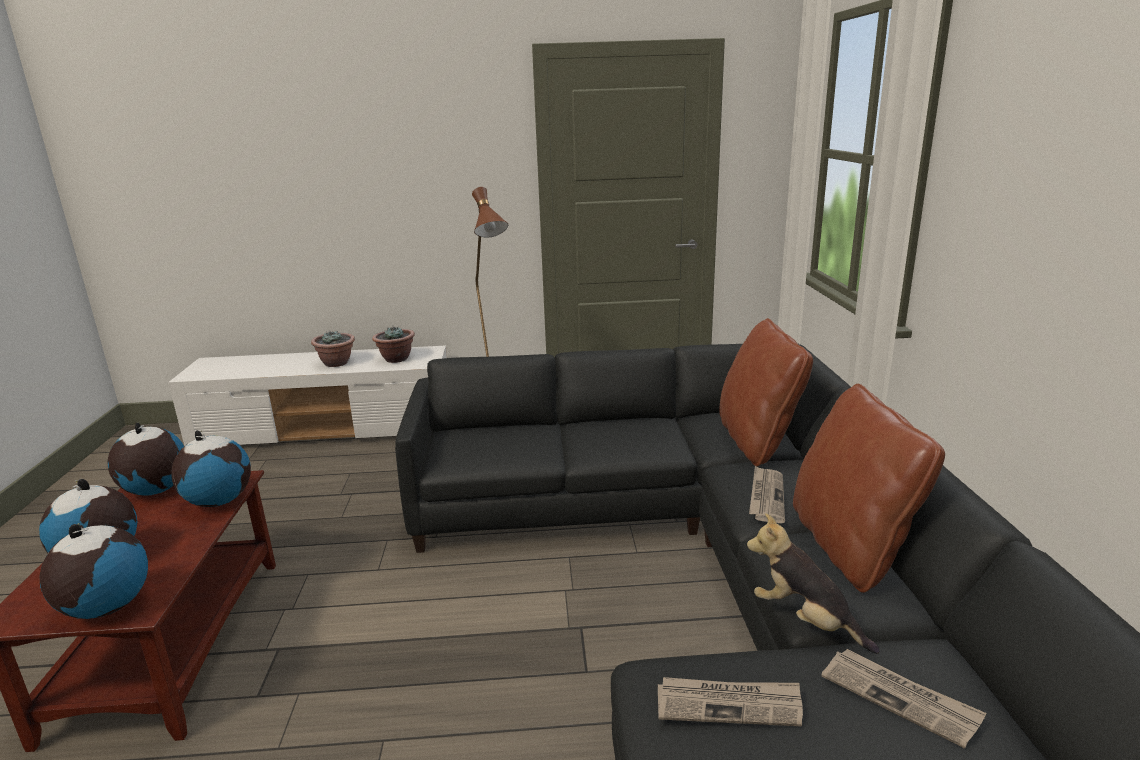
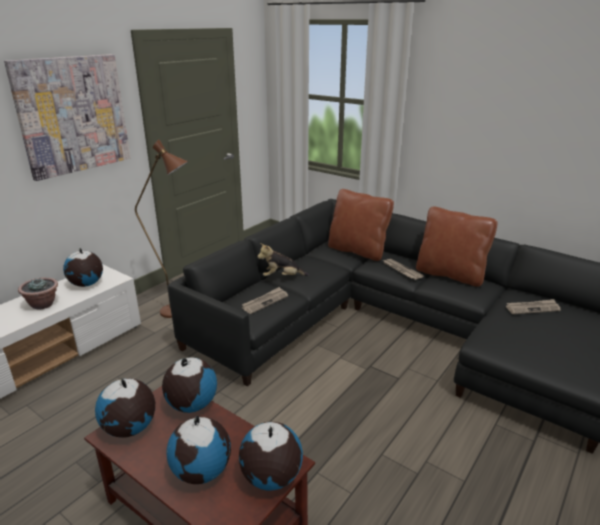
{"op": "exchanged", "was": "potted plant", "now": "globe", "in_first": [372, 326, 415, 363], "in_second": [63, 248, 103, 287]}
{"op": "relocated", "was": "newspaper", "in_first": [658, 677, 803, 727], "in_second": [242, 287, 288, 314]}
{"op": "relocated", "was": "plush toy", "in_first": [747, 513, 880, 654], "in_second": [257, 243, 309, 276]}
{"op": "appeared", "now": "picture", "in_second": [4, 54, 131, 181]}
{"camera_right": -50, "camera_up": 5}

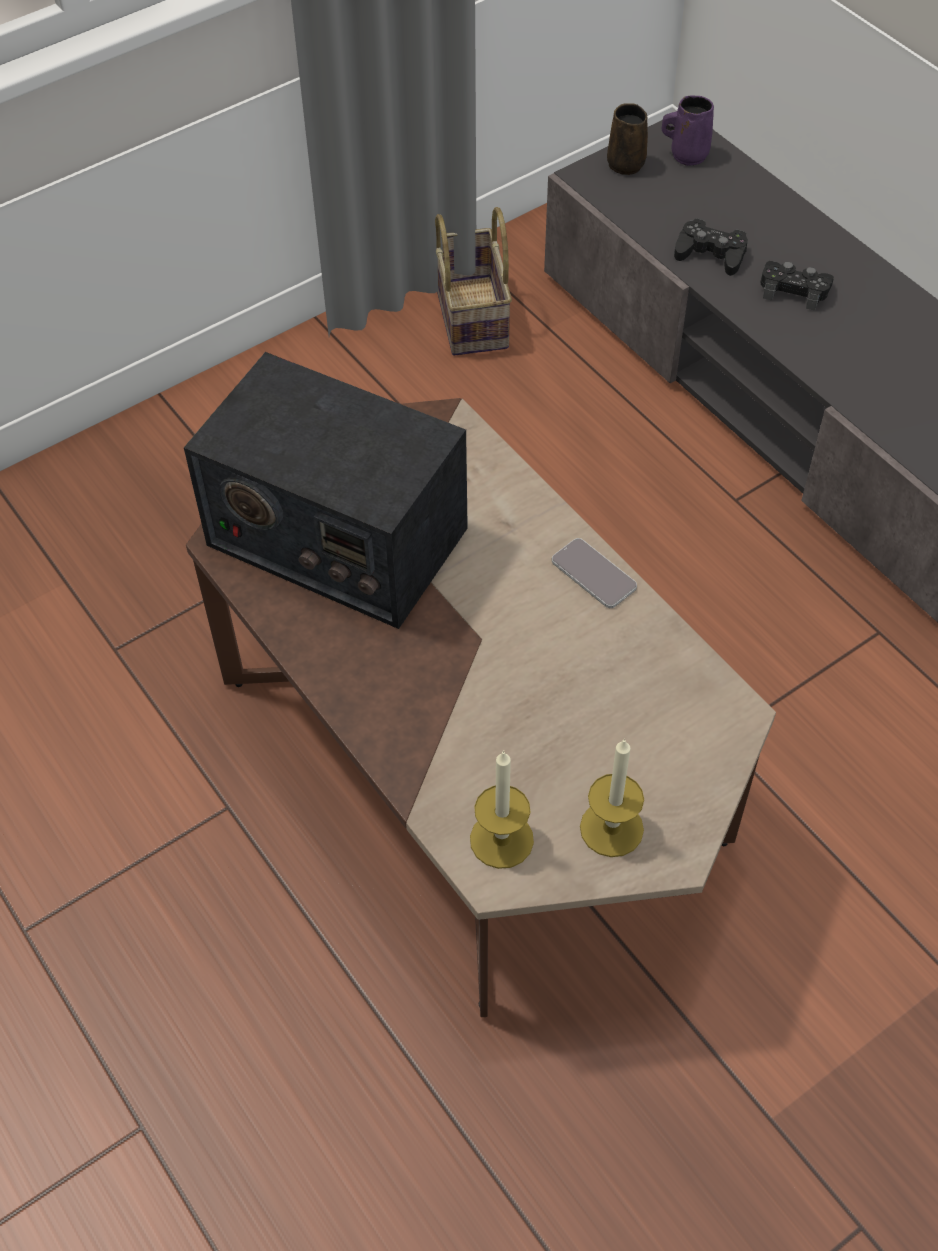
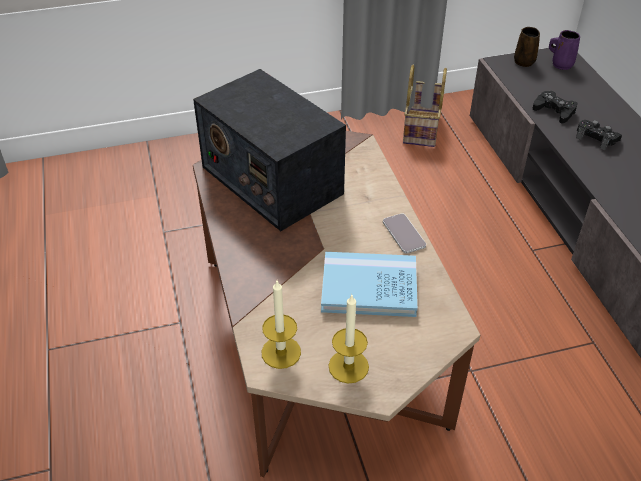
{"op": "appeared", "now": "blue book", "in_second": [321, 252, 418, 317]}
{"camera_right": 20, "camera_up": -10}

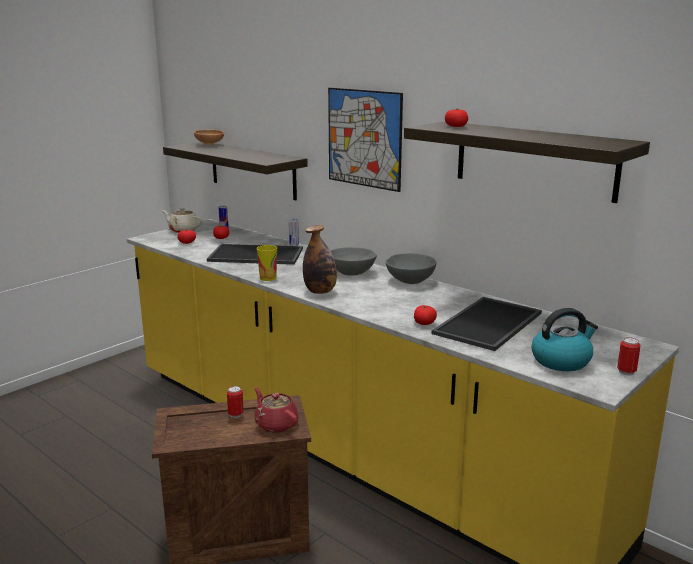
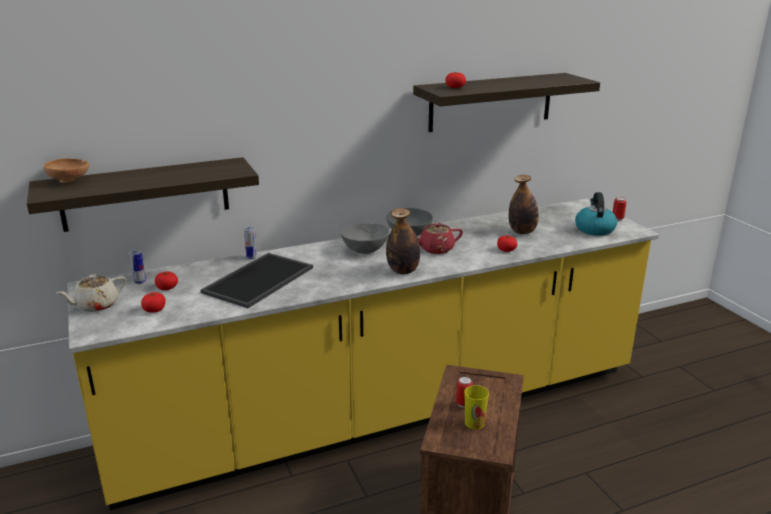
{"op": "relocated", "was": "red teapot", "in_first": [254, 387, 298, 433], "in_second": [414, 223, 463, 254]}
{"op": "relocated", "was": "cup", "in_first": [257, 245, 277, 281], "in_second": [464, 385, 489, 430]}
{"op": "missing", "was": "picture", "in_first": [328, 88, 403, 192]}
{"op": "exchanged", "was": "tray", "now": "bottle", "in_first": [432, 297, 542, 351], "in_second": [509, 175, 539, 234]}
{"camera_right": -65, "camera_up": 5}

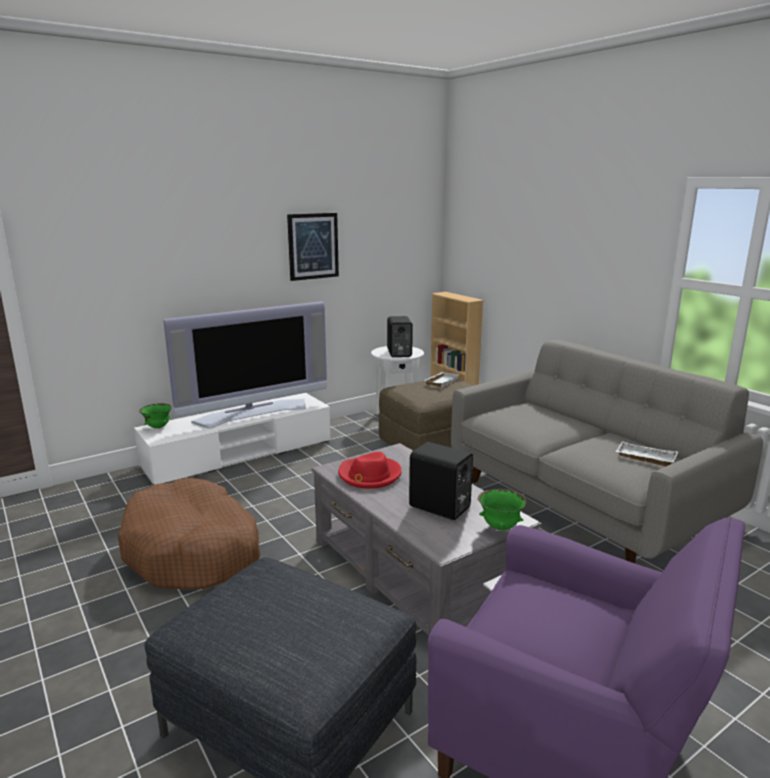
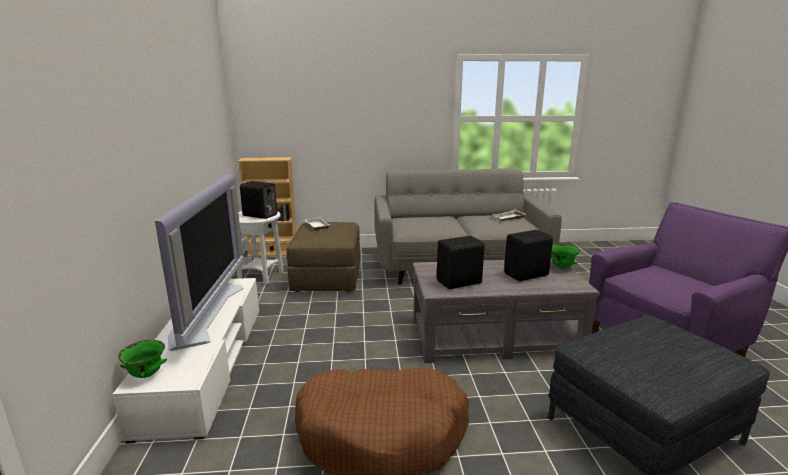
{"op": "missing", "was": "picture", "in_first": [287, 213, 339, 281]}
{"op": "exchanged", "was": "red hat", "now": "black speaker", "in_first": [338, 452, 402, 489], "in_second": [437, 236, 484, 289]}
{"camera_right": -60, "camera_up": 0}

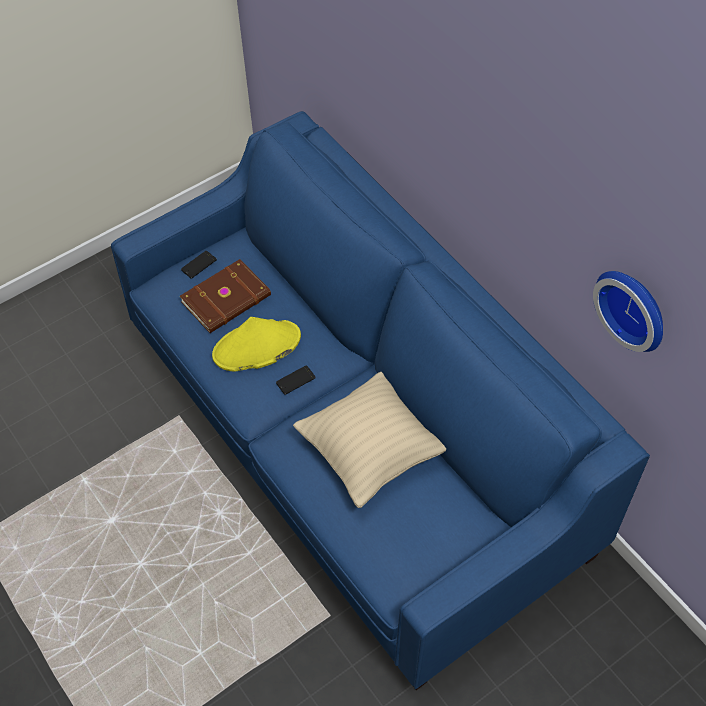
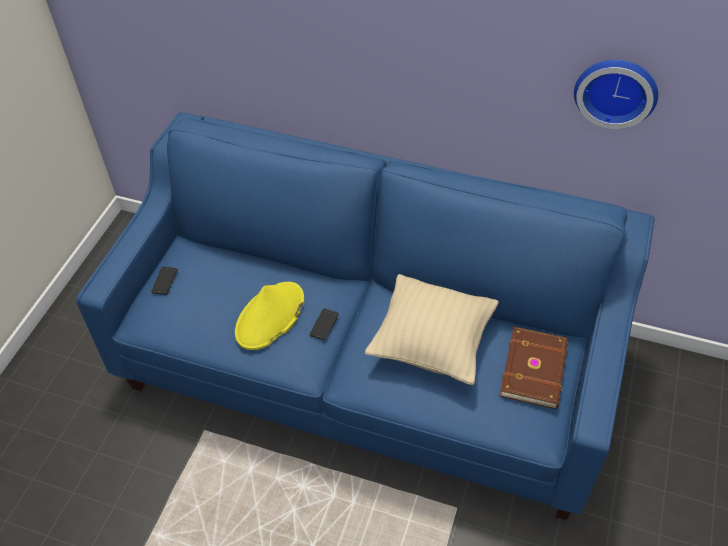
{"op": "relocated", "was": "brown book", "in_first": [180, 259, 271, 333], "in_second": [500, 327, 568, 409]}
{"camera_right": -35, "camera_up": -5}

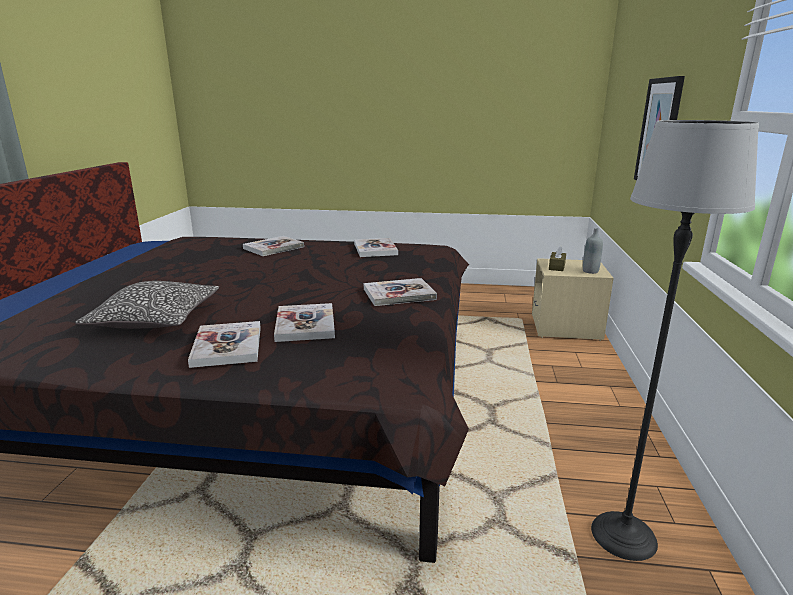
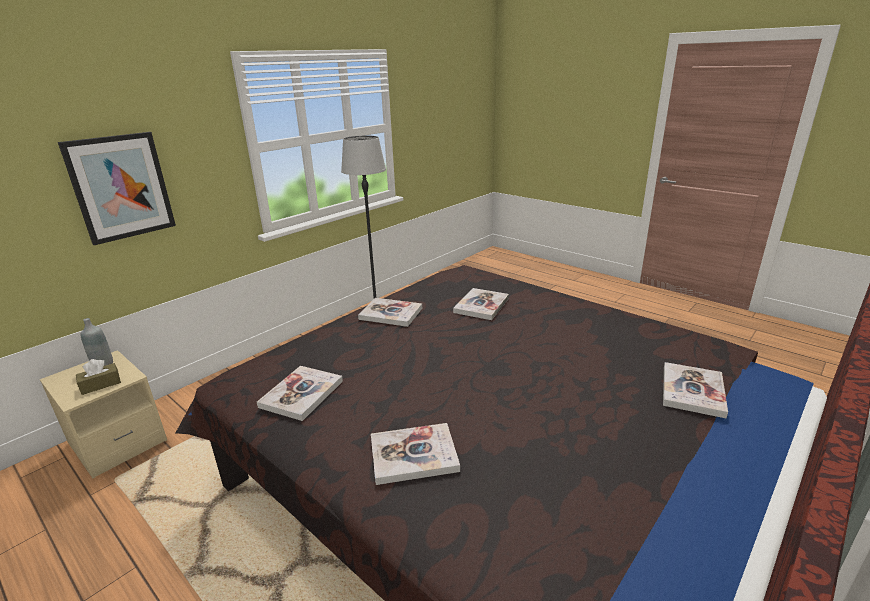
{"op": "missing", "was": "pillow", "in_first": [75, 281, 219, 329]}
{"op": "relocated", "was": "book", "in_first": [188, 321, 261, 368], "in_second": [663, 362, 728, 418]}
{"camera_right": -145, "camera_up": 5}

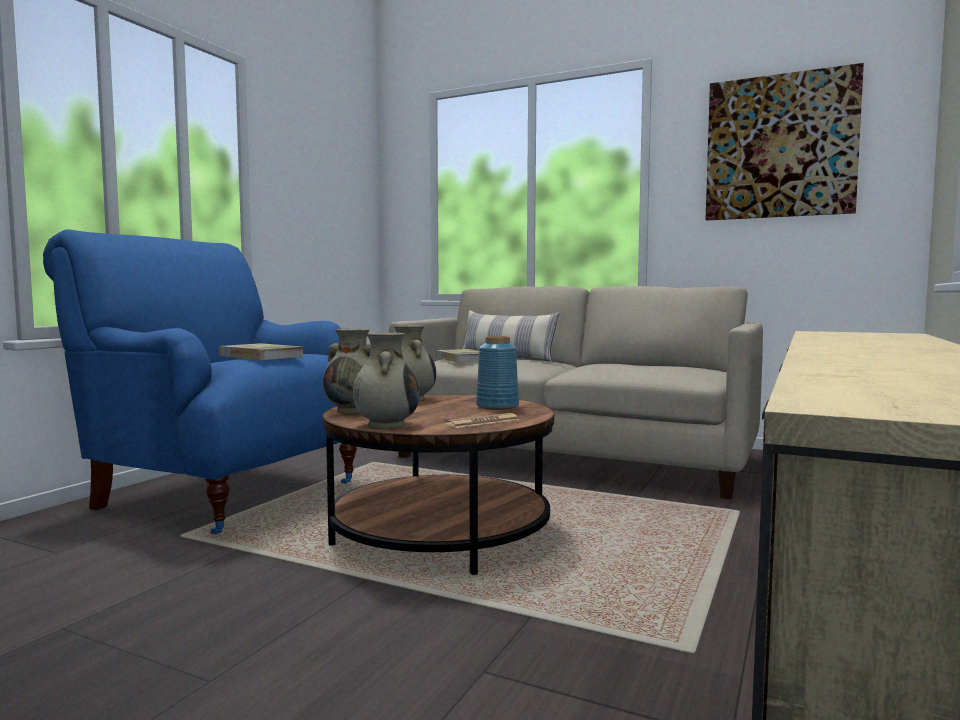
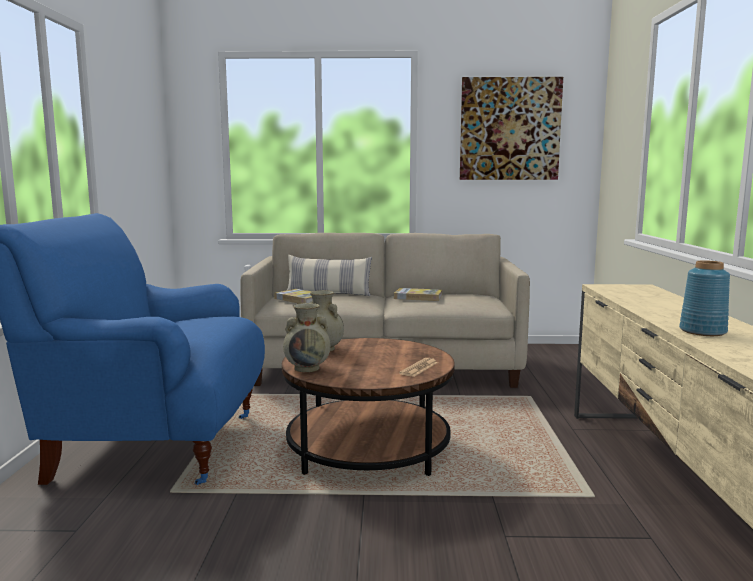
{"op": "relocated", "was": "book", "in_first": [219, 343, 304, 360], "in_second": [394, 288, 442, 301]}
{"op": "missing", "was": "beige vase", "in_first": [353, 333, 419, 429]}
{"op": "relocated", "was": "blue vase", "in_first": [476, 336, 519, 410], "in_second": [679, 260, 730, 336]}
{"camera_right": -25, "camera_up": 5}

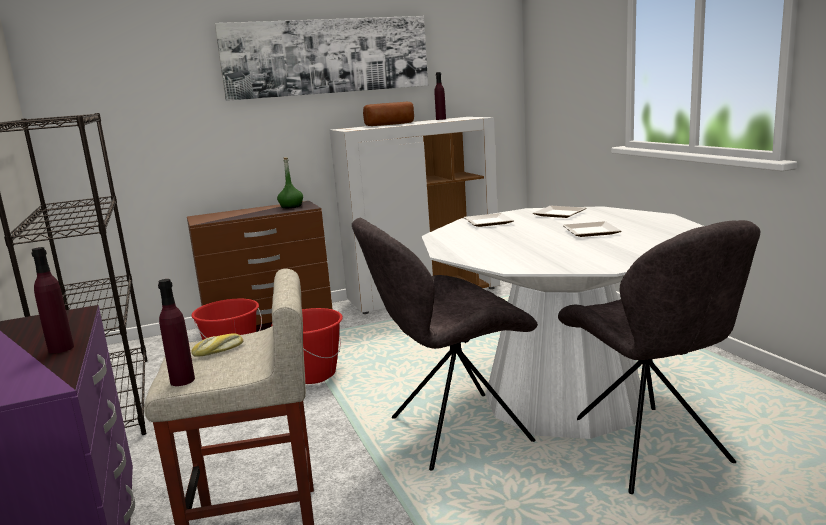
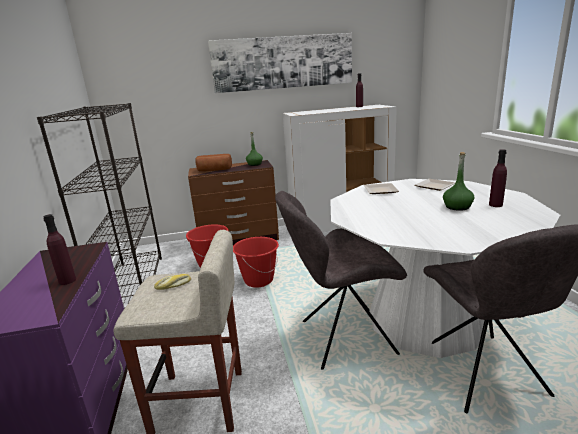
{"op": "relocated", "was": "purple bottle", "in_first": [158, 279, 195, 386], "in_second": [489, 149, 507, 207]}
{"op": "relocated", "was": "bread", "in_first": [363, 102, 414, 126], "in_second": [195, 154, 232, 172]}
{"op": "exchanged", "was": "plate", "now": "green bottle", "in_first": [563, 221, 621, 237], "in_second": [443, 152, 474, 211]}
{"camera_right": 10, "camera_up": 5}

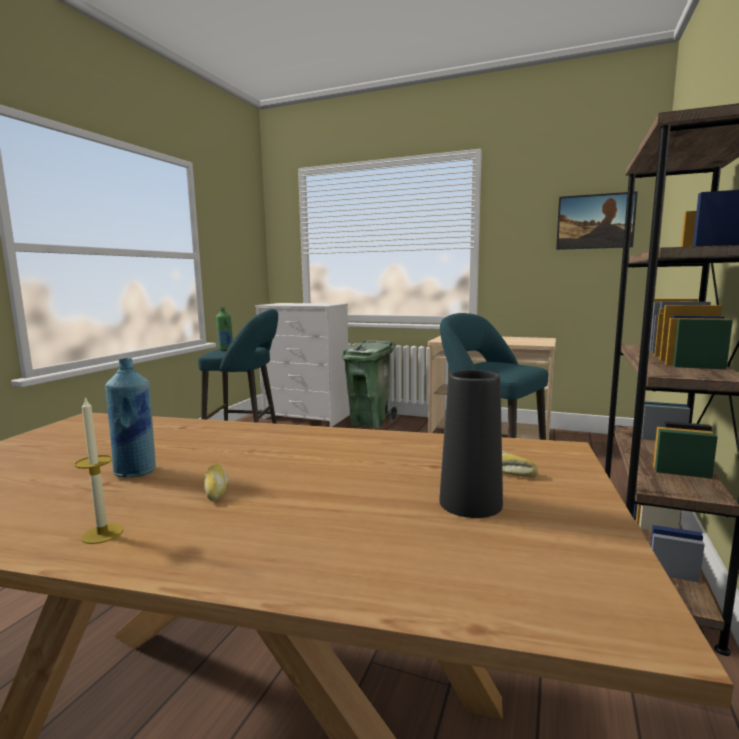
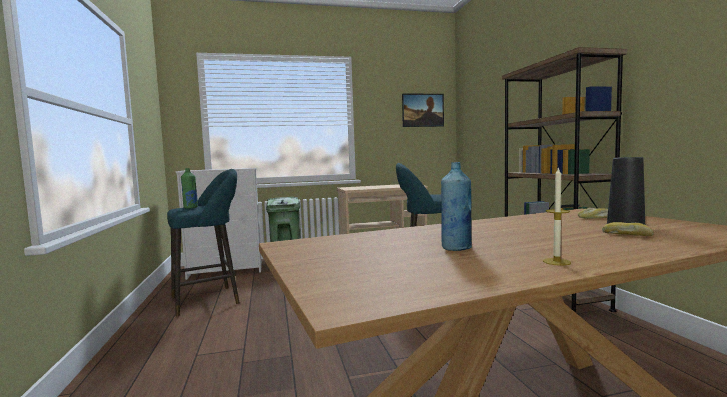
{"op": "relocated", "was": "bread", "in_first": [204, 464, 229, 501], "in_second": [602, 222, 654, 236]}
{"camera_right": -35, "camera_up": -5}

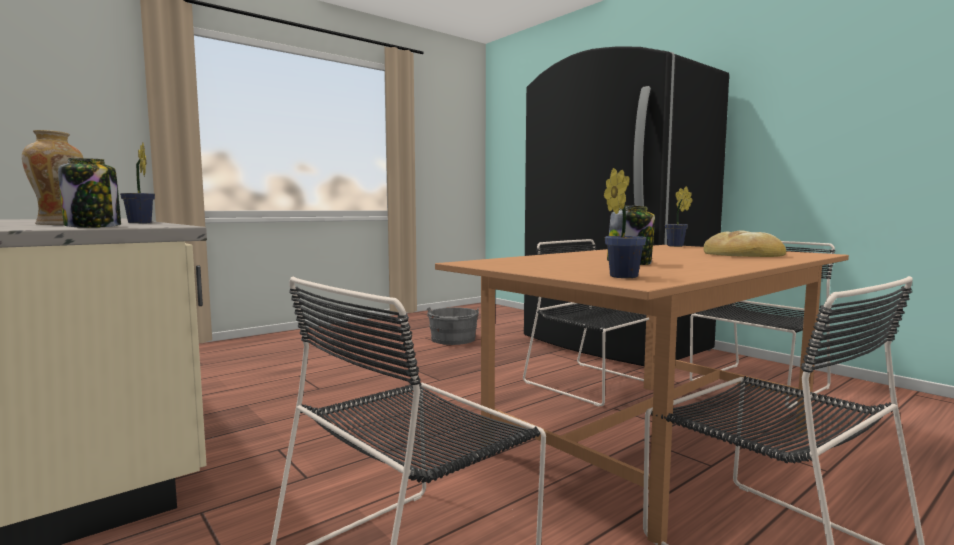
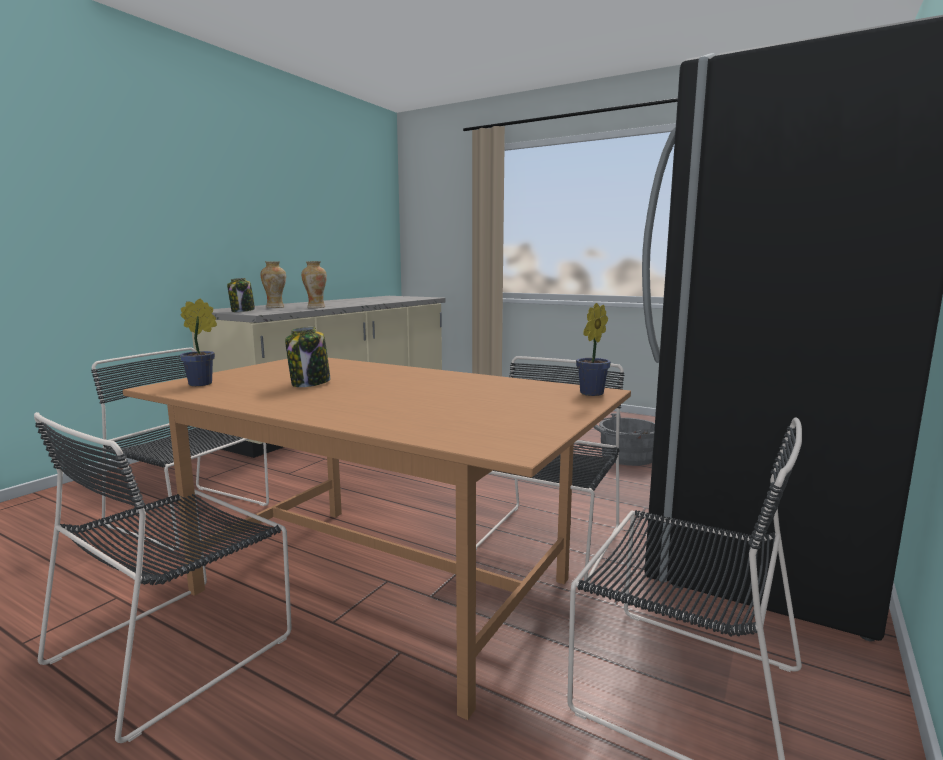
{"op": "exchanged", "was": "potted plant", "now": "vase", "in_first": [120, 142, 155, 223], "in_second": [301, 261, 327, 308]}
{"op": "missing", "was": "bread", "in_first": [703, 230, 786, 257]}
{"camera_right": 70, "camera_up": 5}

